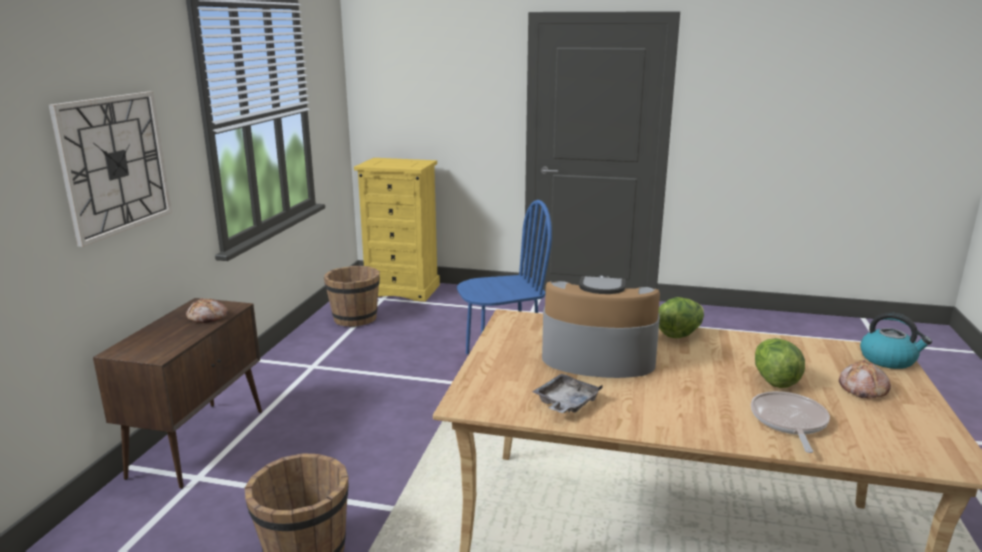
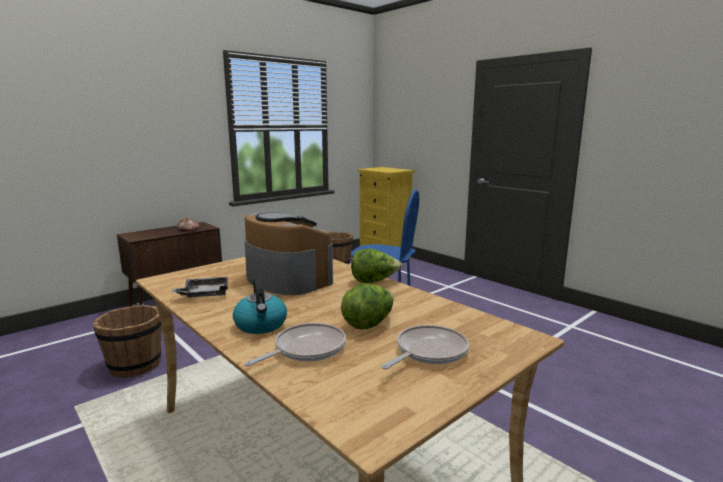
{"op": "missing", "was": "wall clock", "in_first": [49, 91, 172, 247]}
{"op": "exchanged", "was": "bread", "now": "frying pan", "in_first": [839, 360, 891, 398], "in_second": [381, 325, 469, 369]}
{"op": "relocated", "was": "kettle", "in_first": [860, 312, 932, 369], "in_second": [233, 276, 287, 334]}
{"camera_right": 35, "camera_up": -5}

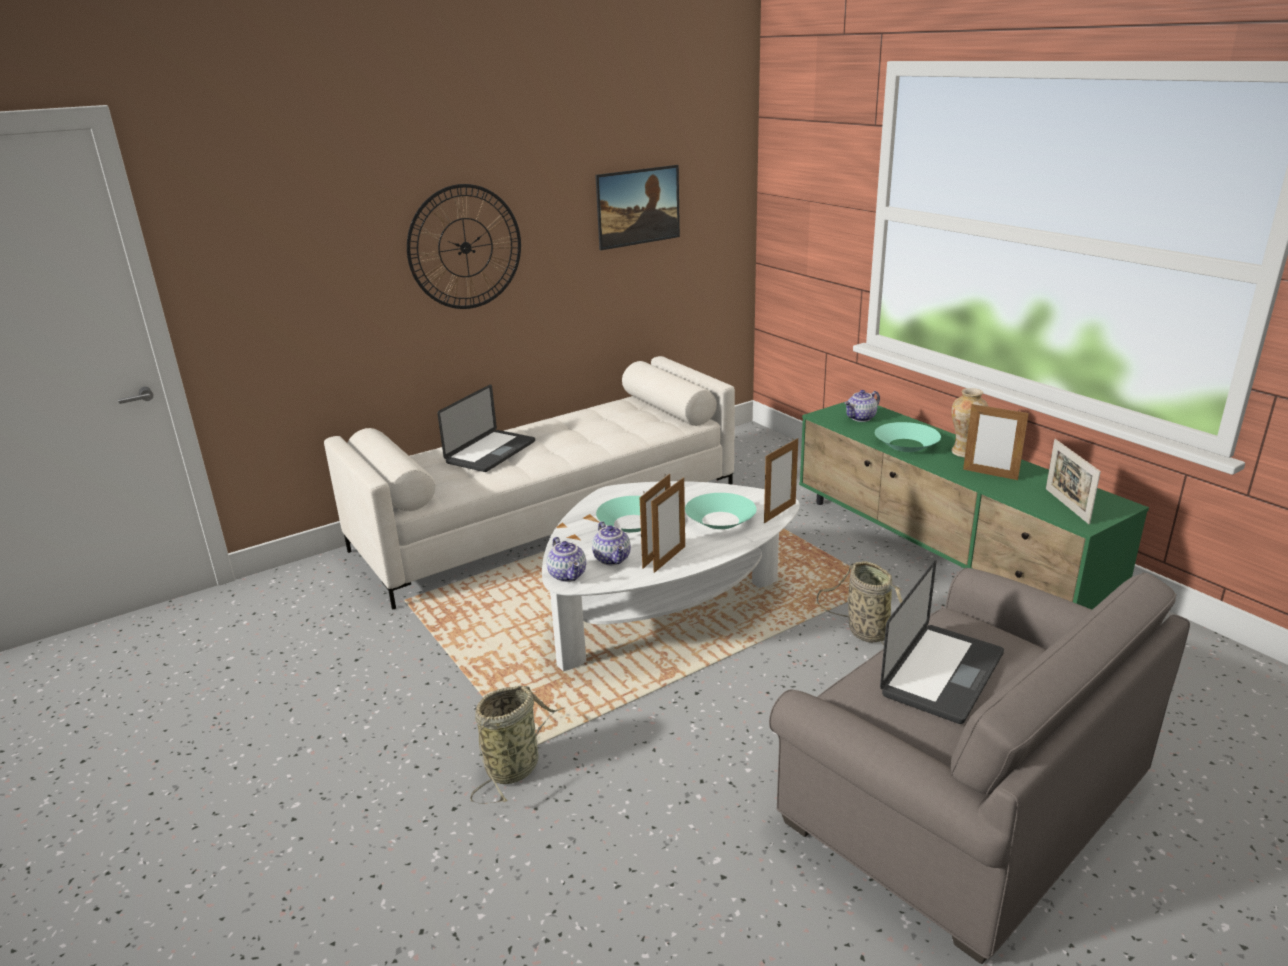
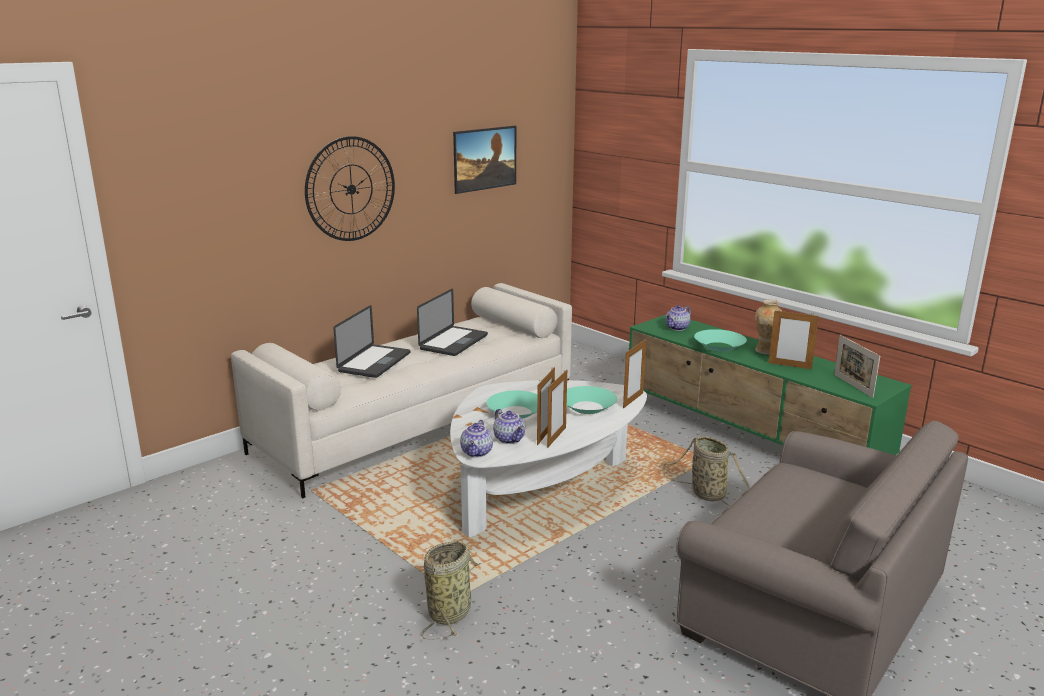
{"op": "spun", "was": "teapot", "in_first": [546, 537, 586, 582], "in_second": [460, 420, 493, 457], "clockwise": 45}
{"op": "relocated", "was": "laptop", "in_first": [880, 561, 1004, 724], "in_second": [417, 289, 488, 356]}
{"camera_right": -10, "camera_up": -5}

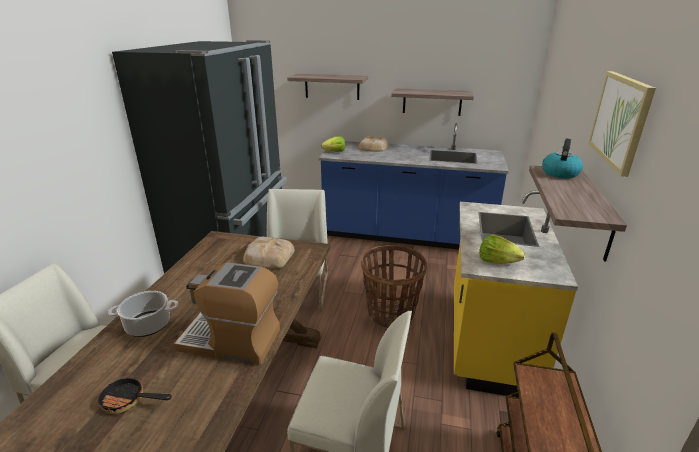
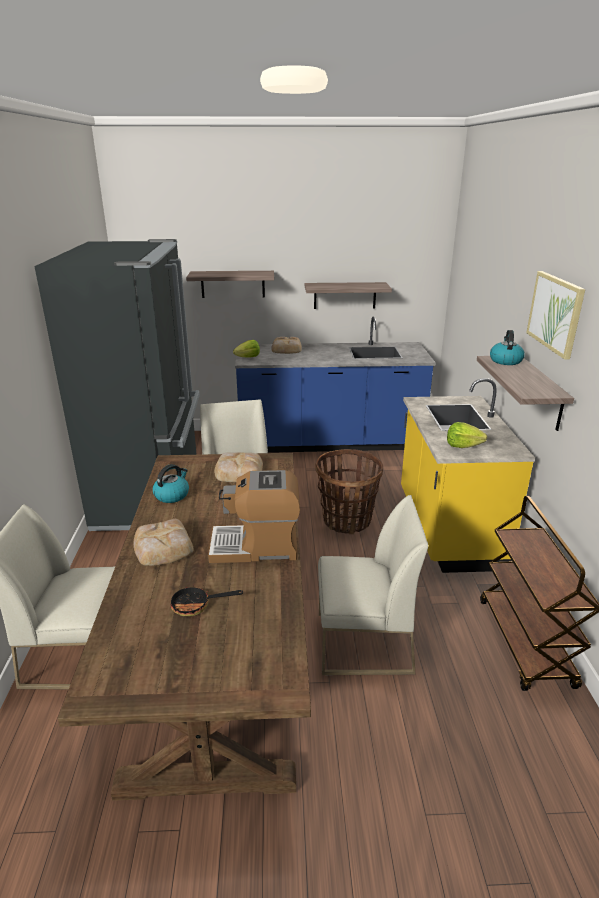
{"op": "exchanged", "was": "cooking pot", "now": "bread", "in_first": [108, 291, 178, 337], "in_second": [134, 519, 194, 566]}
{"op": "appeared", "now": "kettle", "in_second": [153, 464, 189, 503]}
{"camera_right": -15, "camera_up": 0}

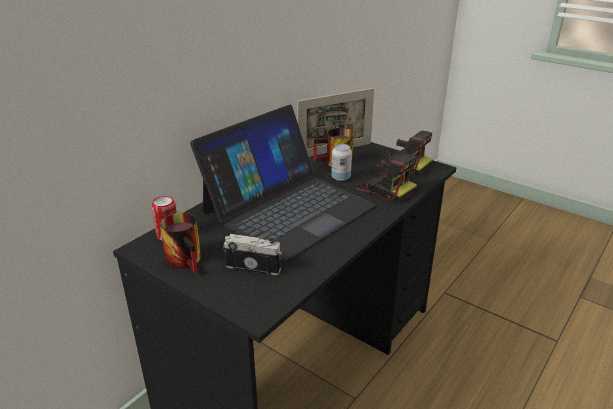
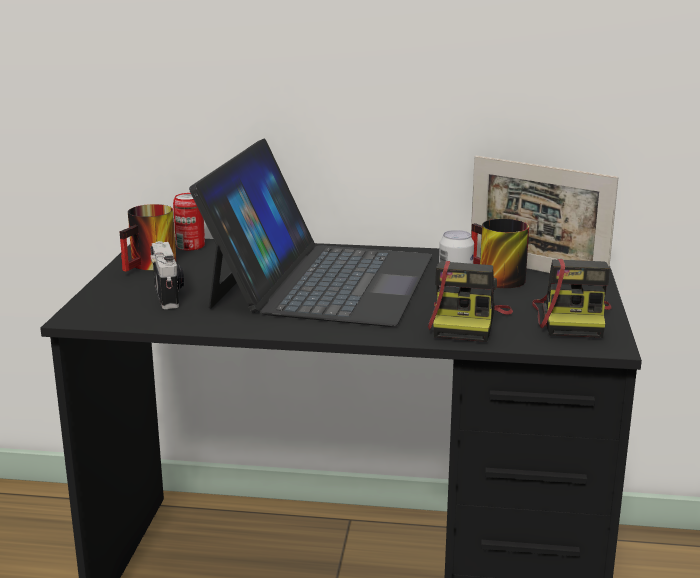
{"op": "spun", "was": "laptop", "in_first": [190, 105, 376, 261], "in_second": [189, 139, 432, 327], "clockwise": -90}
{"camera_right": 60, "camera_up": -10}

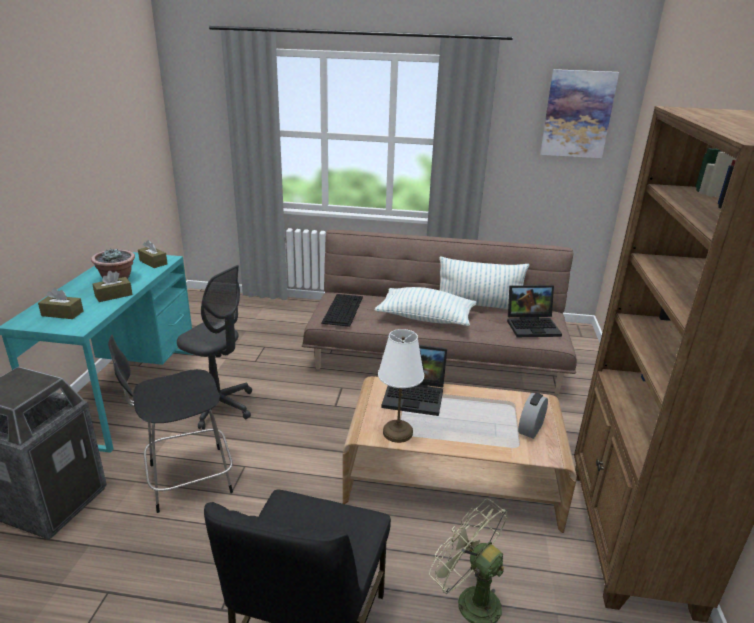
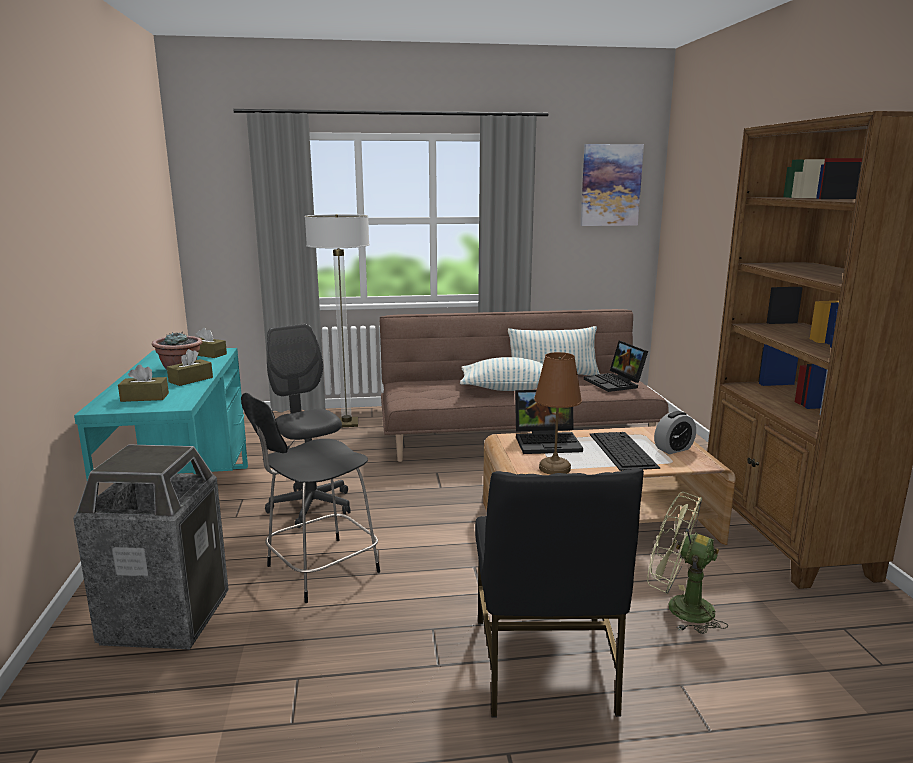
{"op": "spun", "was": "grey office chair", "in_first": [177, 265, 252, 430], "in_second": [265, 324, 350, 528], "clockwise": -135}
{"op": "relocated", "was": "keyboard", "in_first": [321, 294, 363, 327], "in_second": [589, 432, 660, 471]}
{"op": "colour", "was": "white table lamp", "now": "brown table lamp", "in_first": [378, 329, 424, 443], "in_second": [534, 352, 582, 474]}
{"op": "spun", "was": "laptop", "in_first": [507, 285, 562, 337], "in_second": [584, 341, 648, 392], "clockwise": 90}
{"op": "spun", "was": "alarm clock", "in_first": [518, 393, 548, 439], "in_second": [654, 411, 696, 454], "clockwise": -135}
{"op": "appeared", "now": "floor lamp", "in_second": [305, 214, 370, 427]}
{"camera_right": -15, "camera_up": -10}

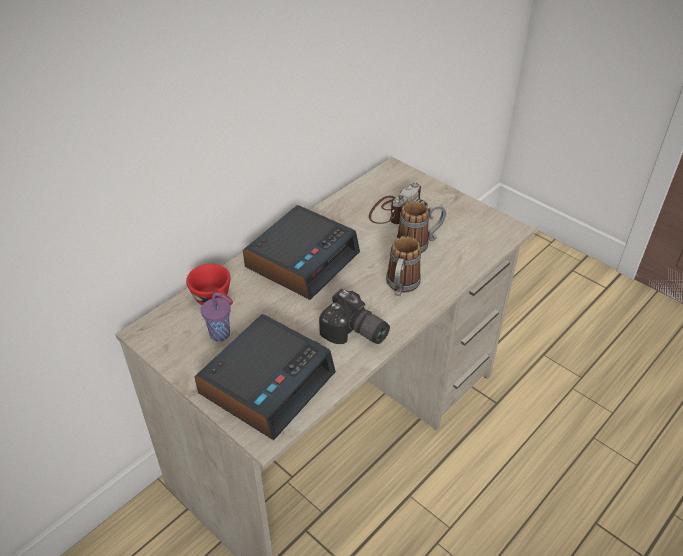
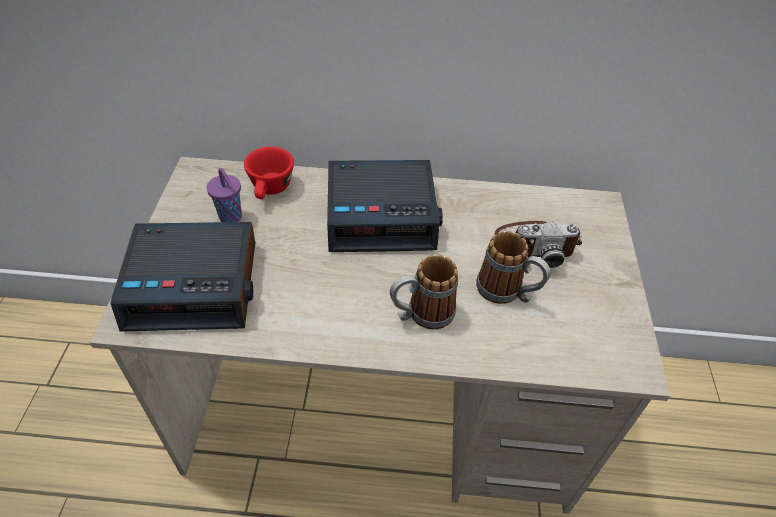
{"op": "missing", "was": "photo camera", "in_first": [319, 289, 390, 344]}
{"camera_right": 50, "camera_up": 5}

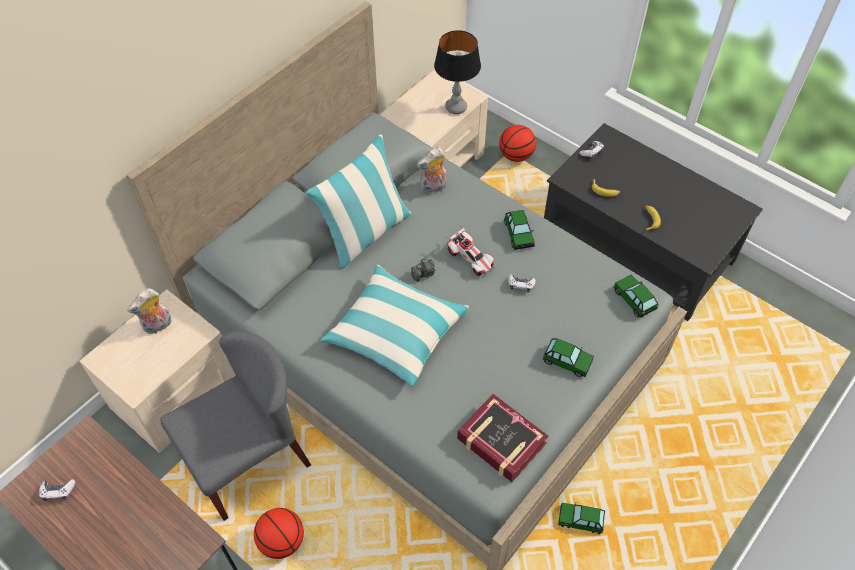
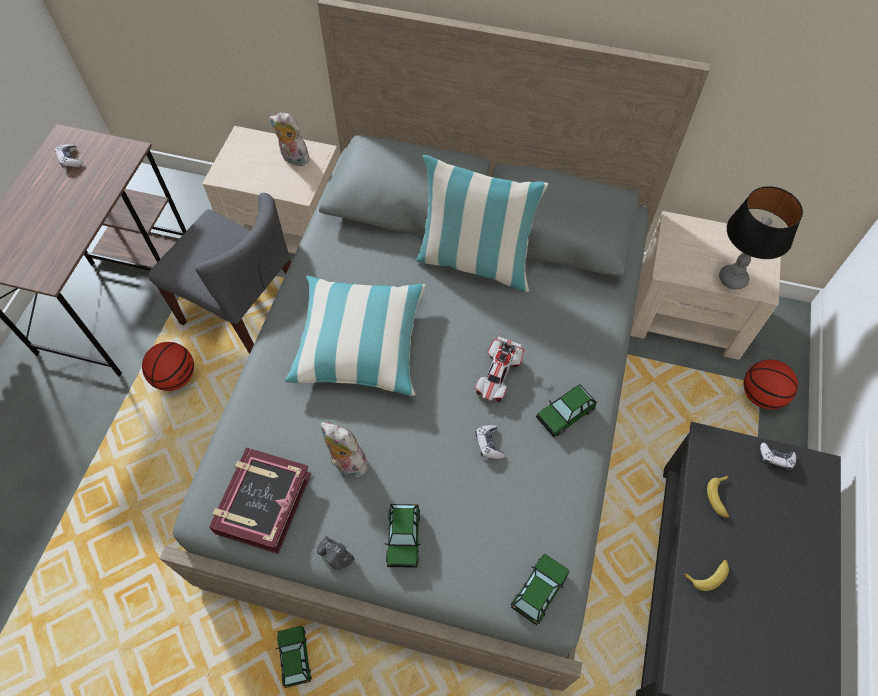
{"op": "relocated", "was": "photo camera", "in_first": [411, 258, 435, 282], "in_second": [317, 536, 355, 570]}
{"op": "relocated", "was": "plush toy", "in_first": [417, 147, 447, 194], "in_second": [321, 422, 368, 477]}
{"camera_right": 65, "camera_up": 5}

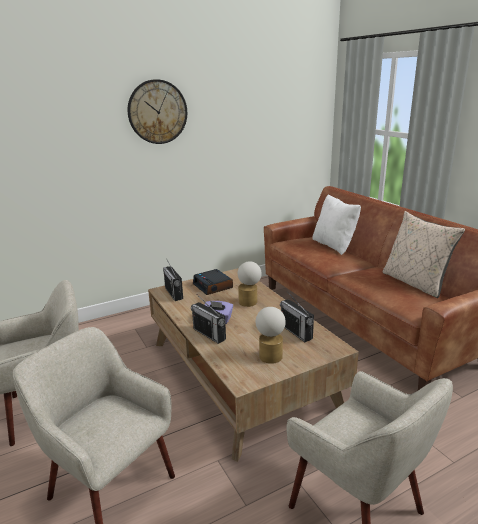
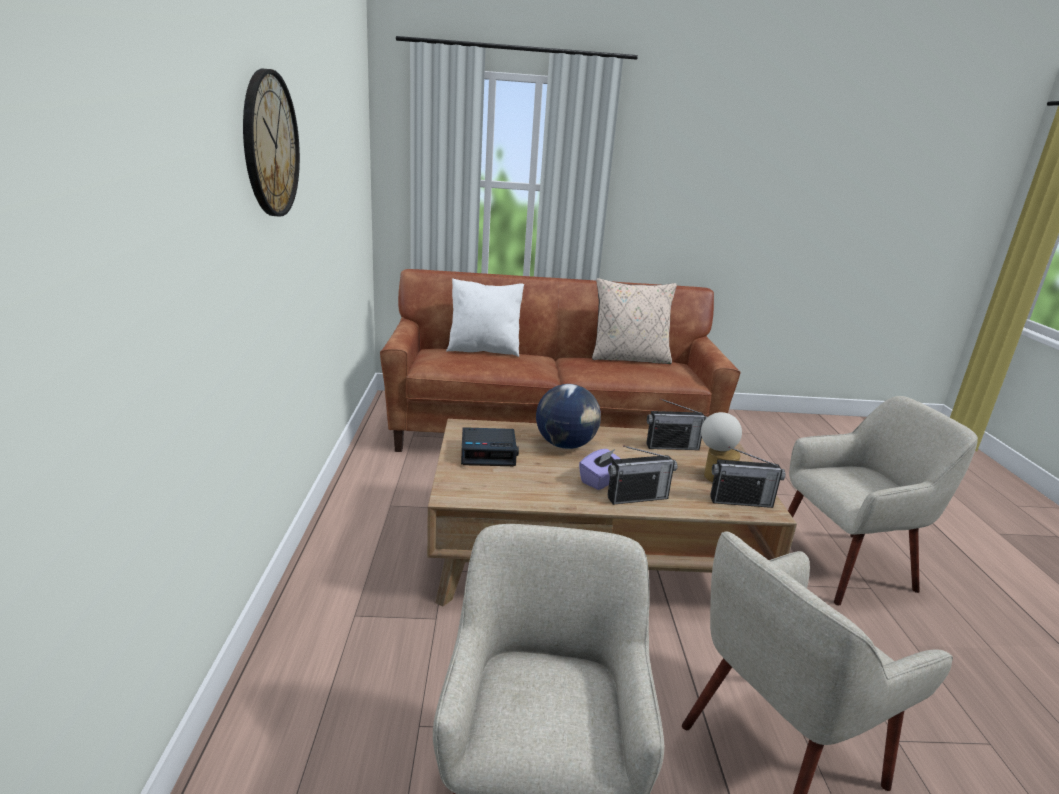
{"op": "relocated", "was": "radio", "in_first": [163, 260, 183, 301], "in_second": [710, 446, 785, 508]}
{"op": "exchanged", "was": "table lamp", "now": "globe", "in_first": [238, 261, 262, 307], "in_second": [536, 384, 601, 449]}
{"camera_right": -65, "camera_up": 0}

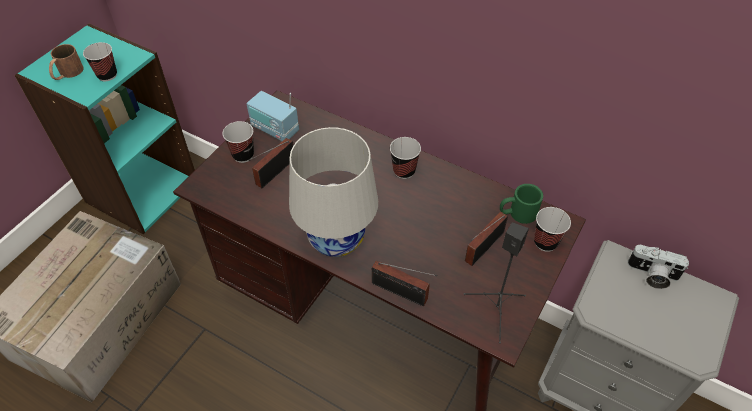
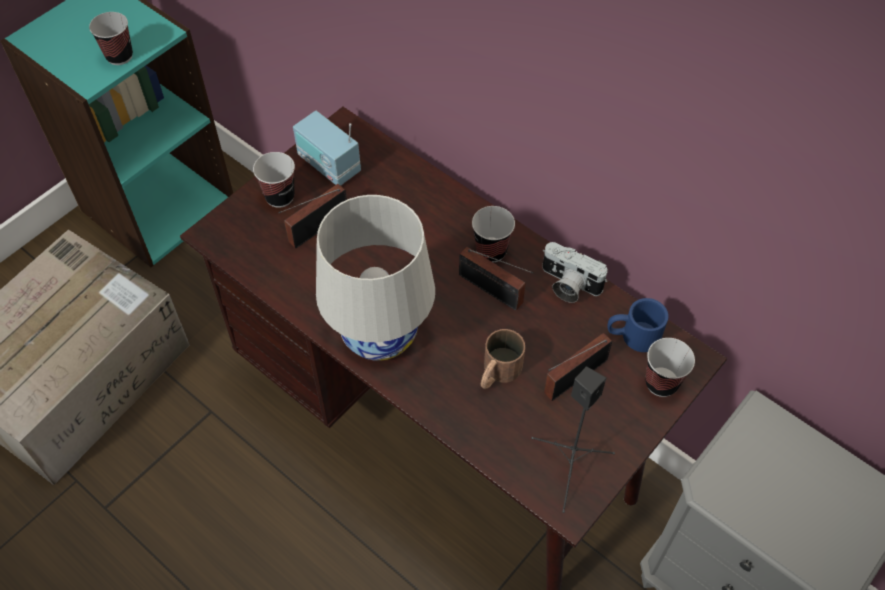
{"op": "relocated", "was": "brown mug", "in_first": [49, 44, 84, 80], "in_second": [481, 329, 525, 389]}
{"op": "relocated", "was": "radio", "in_first": [372, 261, 437, 306], "in_second": [459, 247, 534, 311]}
{"op": "colour", "was": "green mug", "now": "blue mug", "in_first": [500, 184, 543, 224], "in_second": [607, 298, 669, 352]}
{"op": "relocated", "was": "photo camera", "in_first": [628, 245, 689, 289], "in_second": [543, 242, 608, 303]}
{"camera_right": 10, "camera_up": 5}

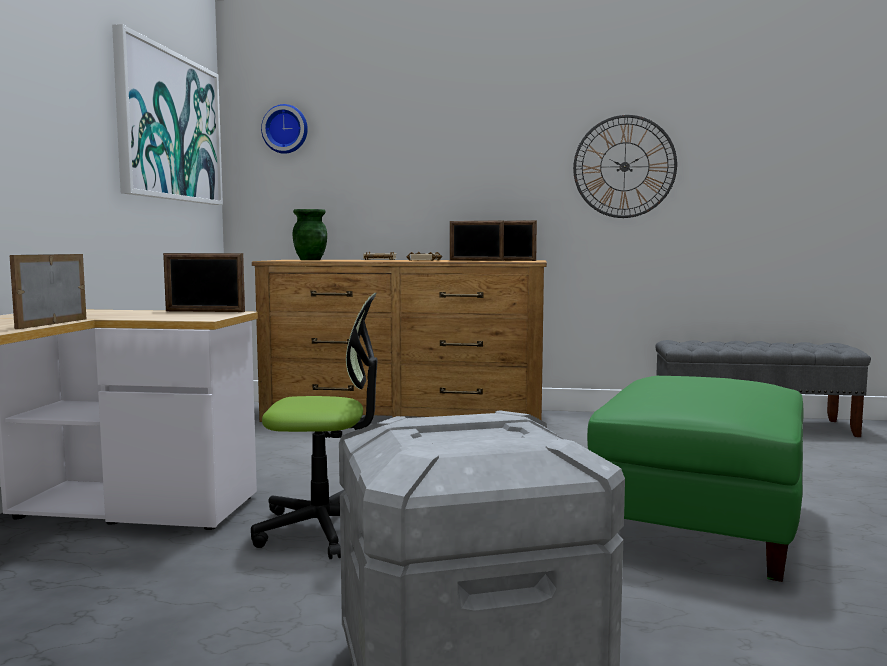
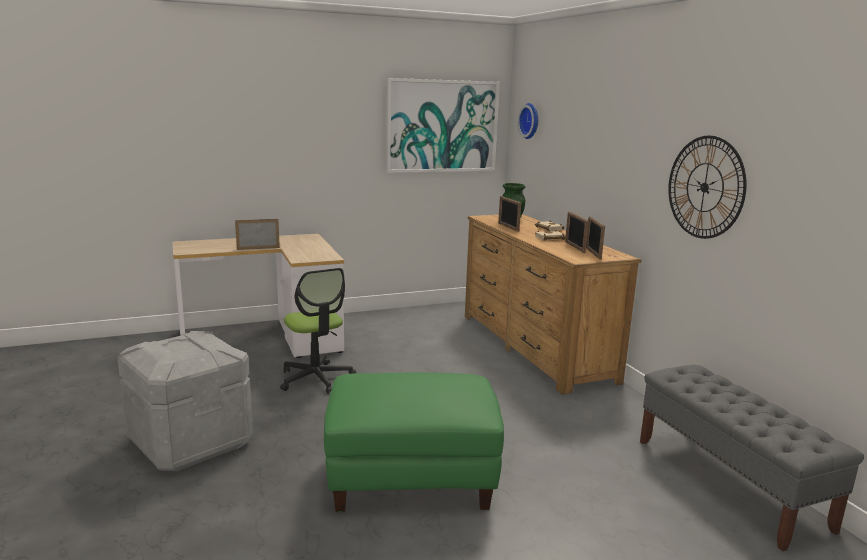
{"op": "relocated", "was": "picture frame", "in_first": [163, 253, 245, 312], "in_second": [498, 196, 521, 232]}
{"camera_right": 60, "camera_up": 10}

